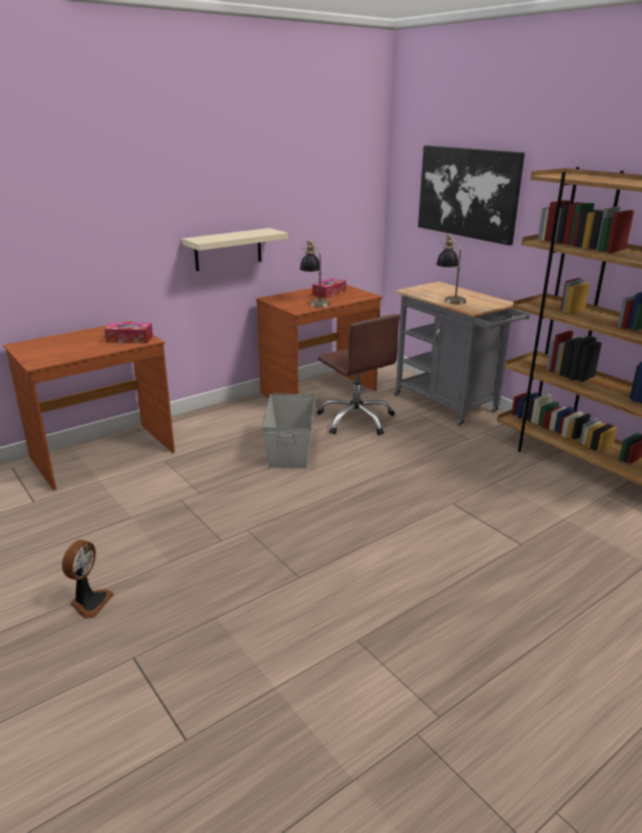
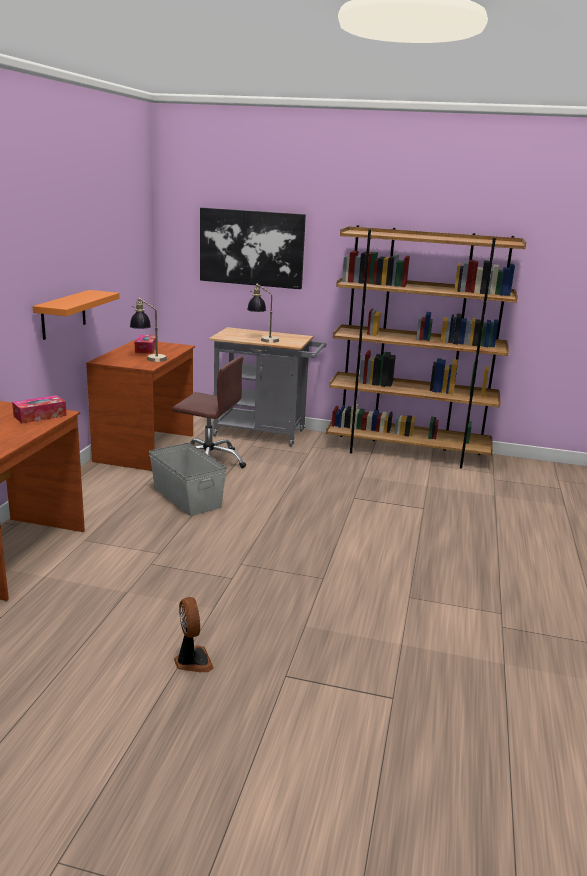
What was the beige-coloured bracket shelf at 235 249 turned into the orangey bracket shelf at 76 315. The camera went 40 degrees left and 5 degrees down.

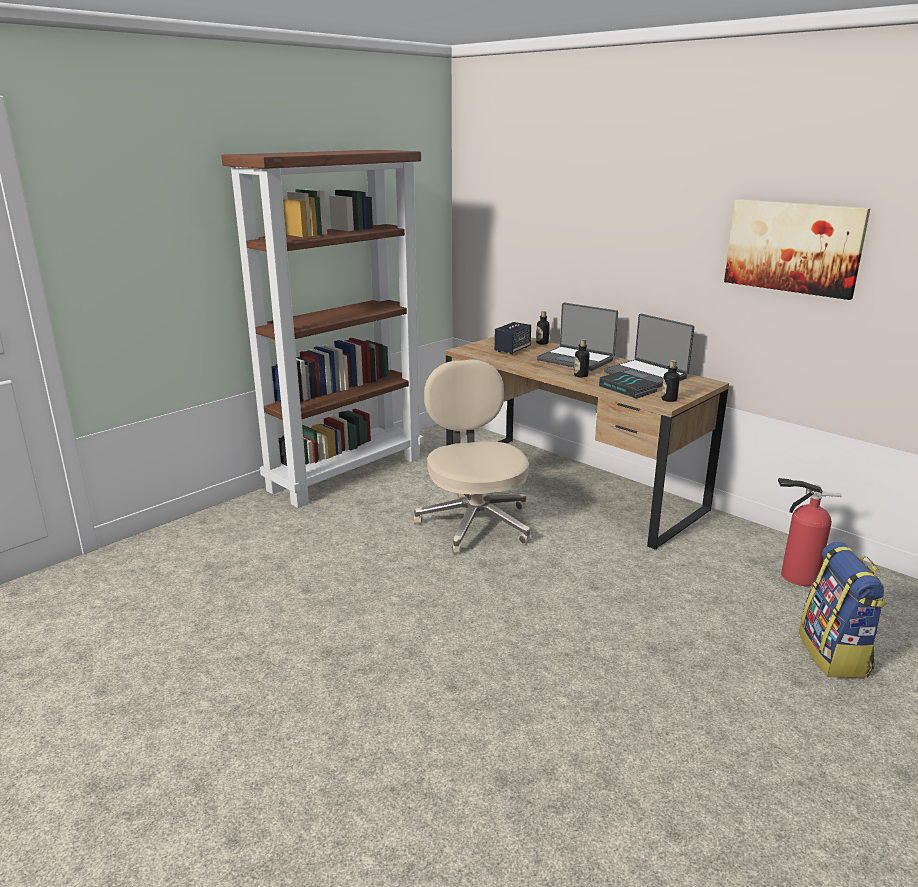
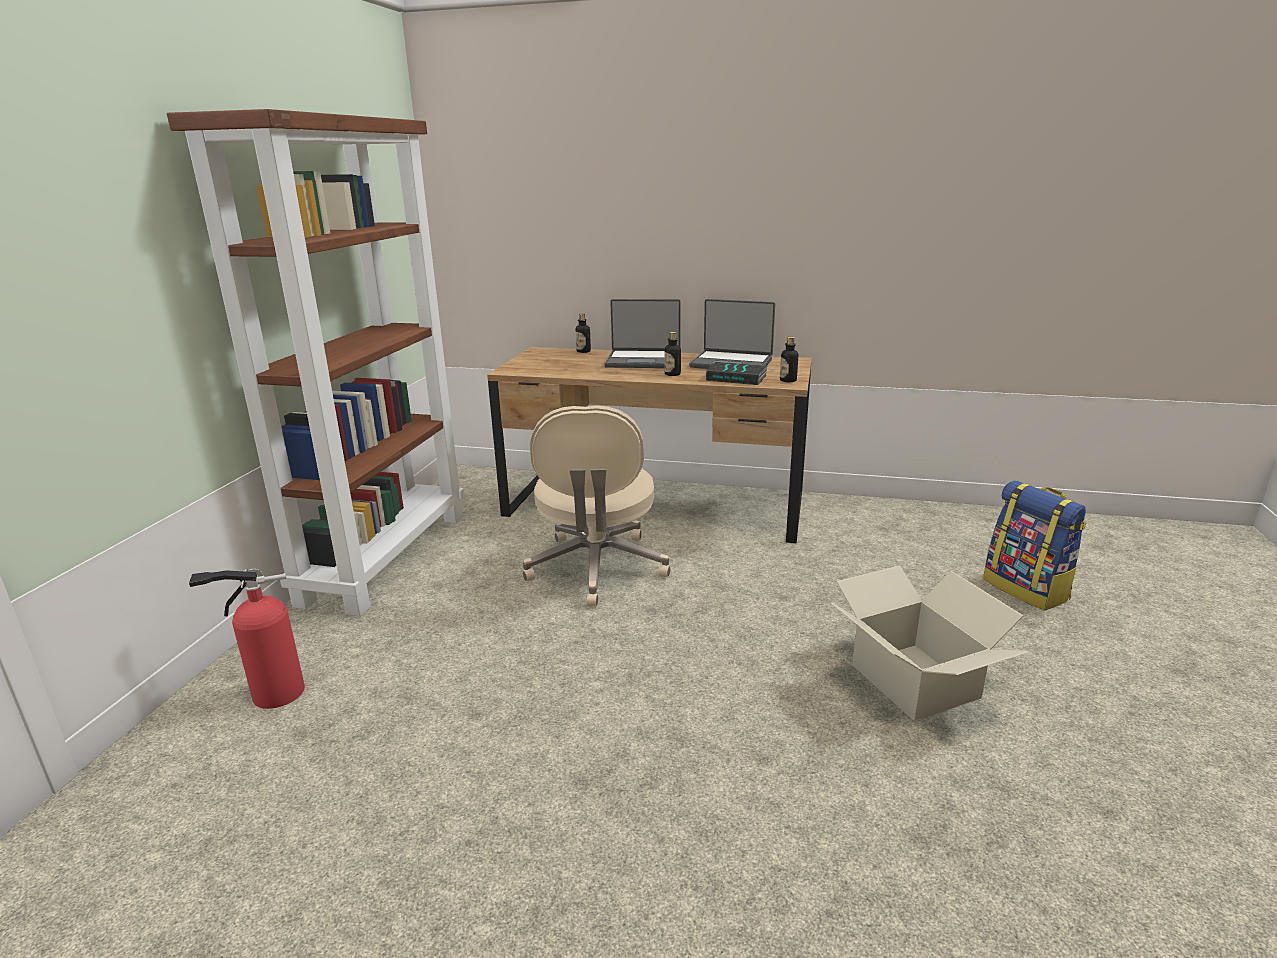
The fire-fighting cylinder ended up elsewhere, having gone from 810 532 to 247 639. The beige-coloured desk chair at 472 456 ended up facing another way, 135 degrees counterclockwise from before. The second view gained the packing box at 929 643. The second view lost the audio speaker at 512 338. The second view lost the picture at 797 249. The camera went 30 degrees left and 0 degrees up.

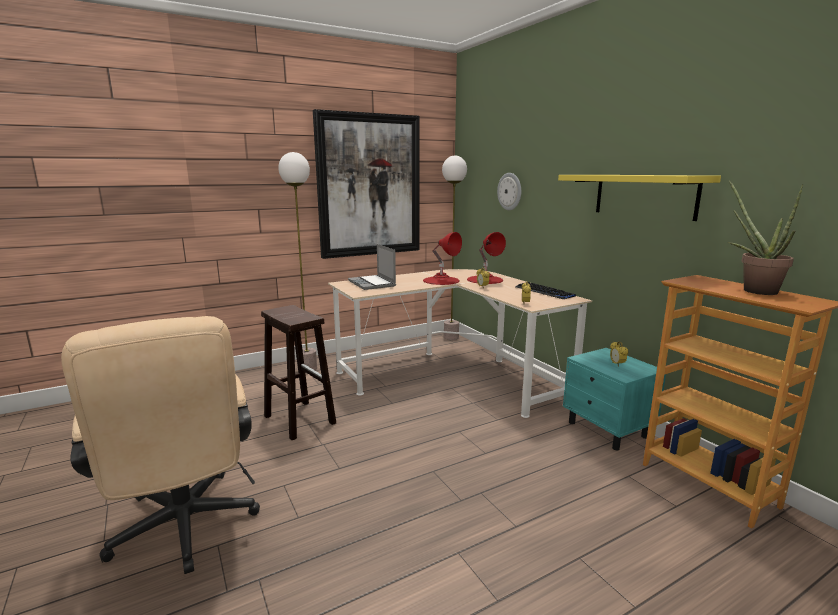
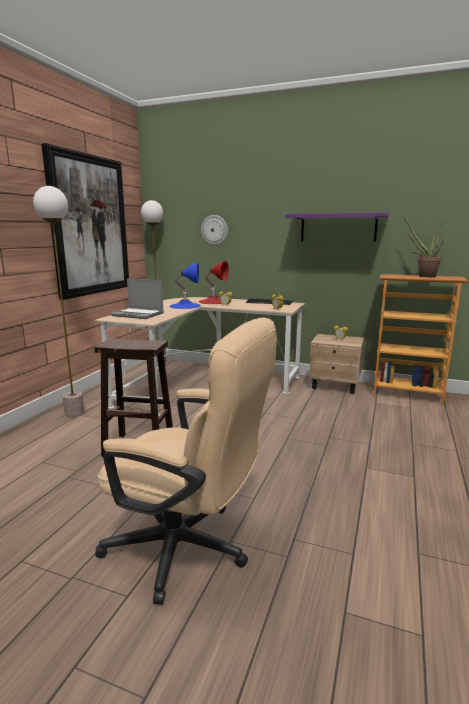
What was the red-coloured lamp for a table at 442 258 turned into the bluish lamp for a table at 185 286. What was the yellow-coloured bracket shelf at 639 198 turned into the purple-coloured bracket shelf at 337 227. What was the turquoise night table at 614 399 turned into the beige-coloured night table at 336 364. The camera went 40 degrees left and 0 degrees up.

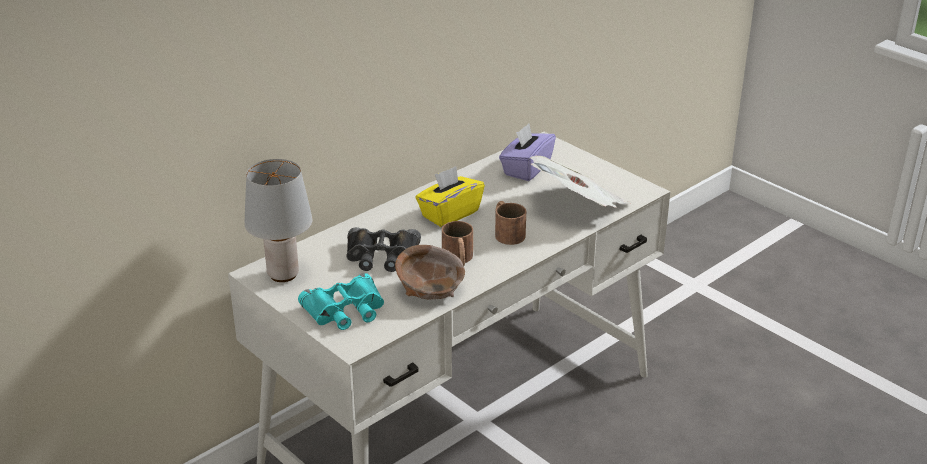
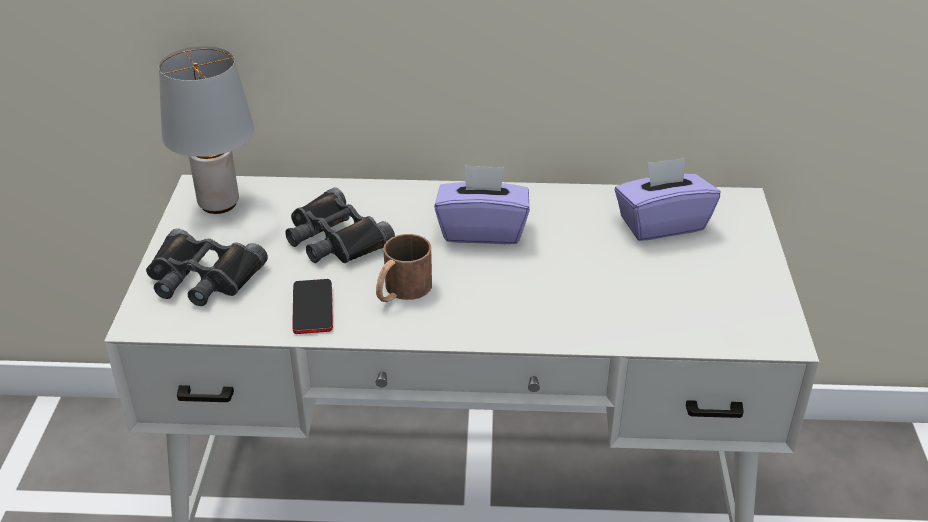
What was the turquoise field glasses at 341 301 turned into the blackish field glasses at 207 267. Where the brown bowl stood at 430 272, the handset came to stand at 312 306. What was the yellow-coloured tissue holder at 450 196 turned into the purple-coloured tissue holder at 481 204. The second view lost the brown coffee mug at 510 223. The second view lost the printed paper at 580 181. The camera went 45 degrees right and 5 degrees up.

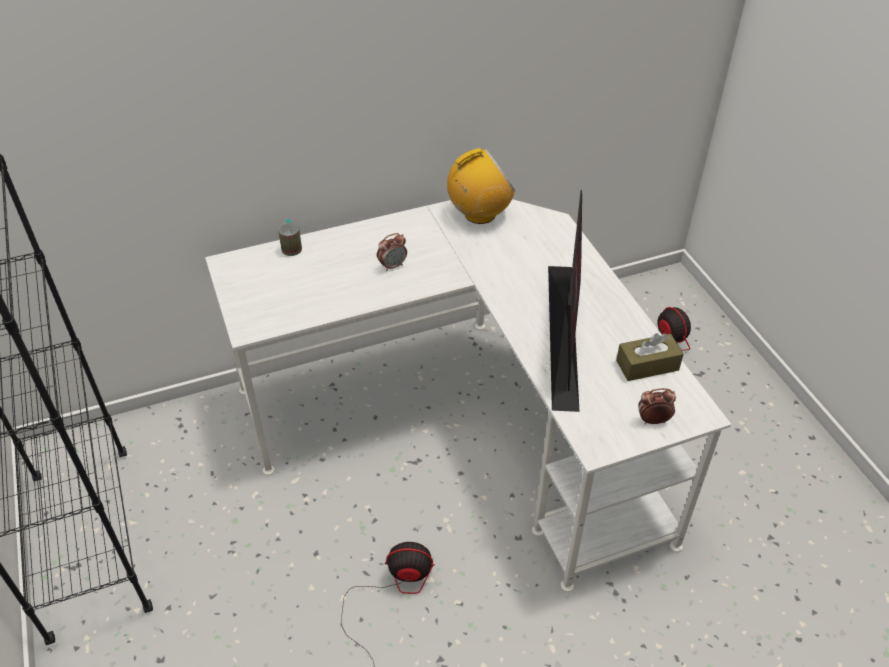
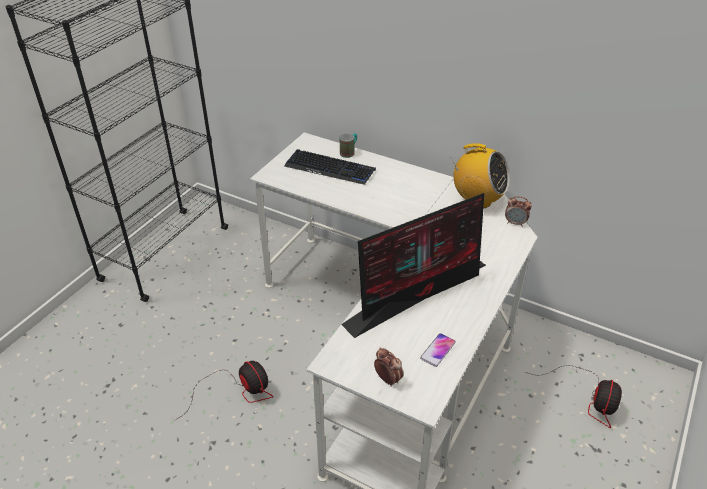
The second view gained the computer keyboard at 330 167. Where the brown tissue holder stood at 649 357, the handset came to stand at 438 350. The bedside clock ended up elsewhere, having gone from 392 252 to 518 211. The camera went 50 degrees right and 5 degrees down.

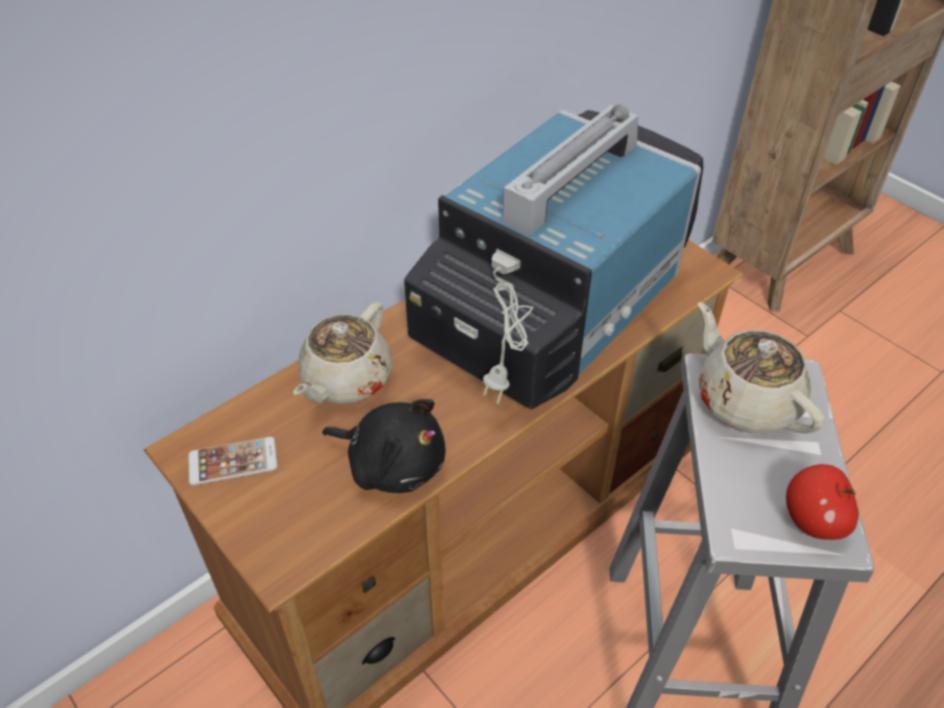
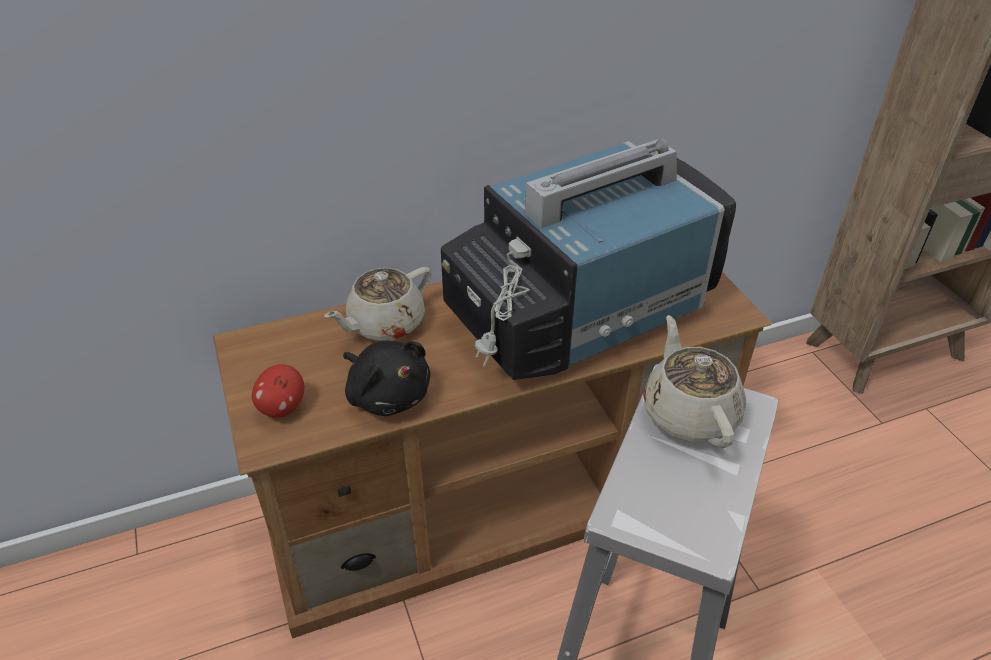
The whole apple ended up elsewhere, having gone from 822 502 to 278 391. The second view lost the handset at 233 461. The camera went 20 degrees right and 5 degrees down.

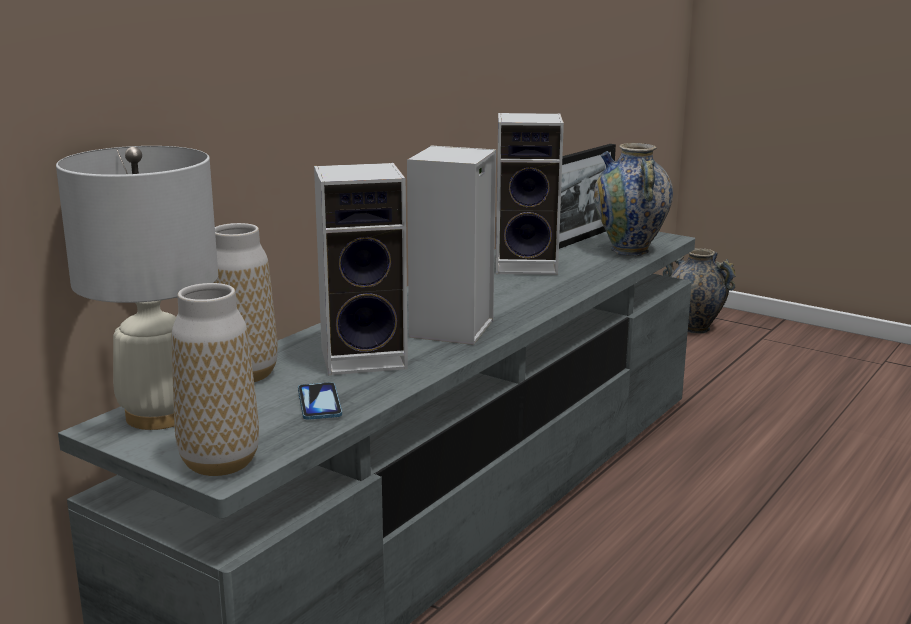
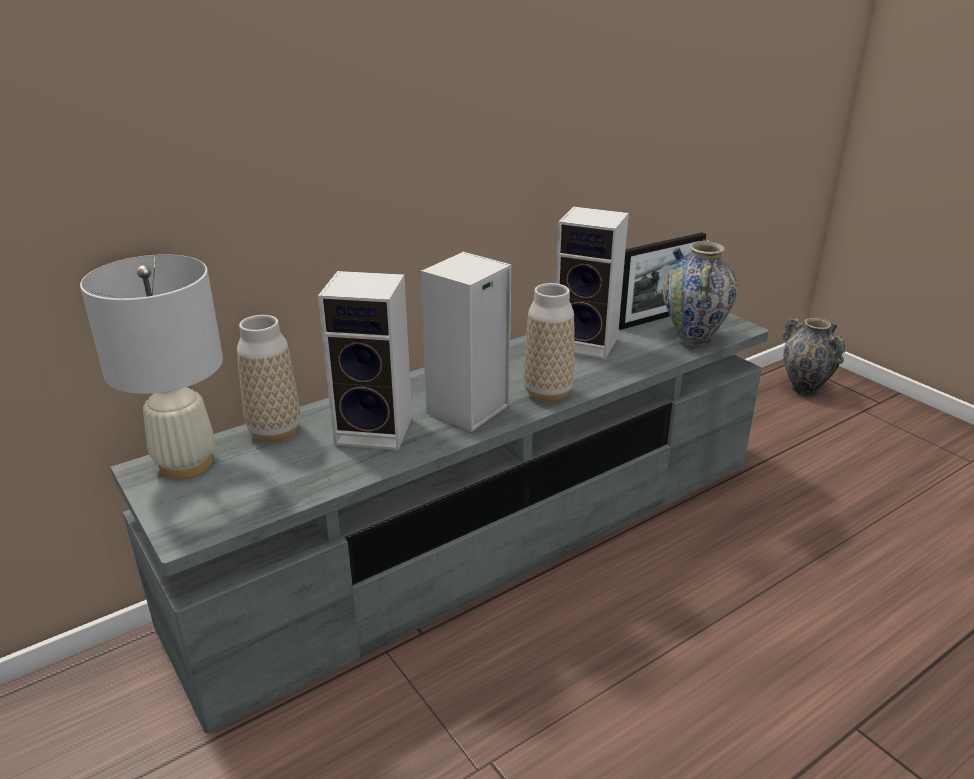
The vase ended up elsewhere, having gone from 215 379 to 549 342. The second view lost the handset at 320 401. The camera went 20 degrees right and 10 degrees up.

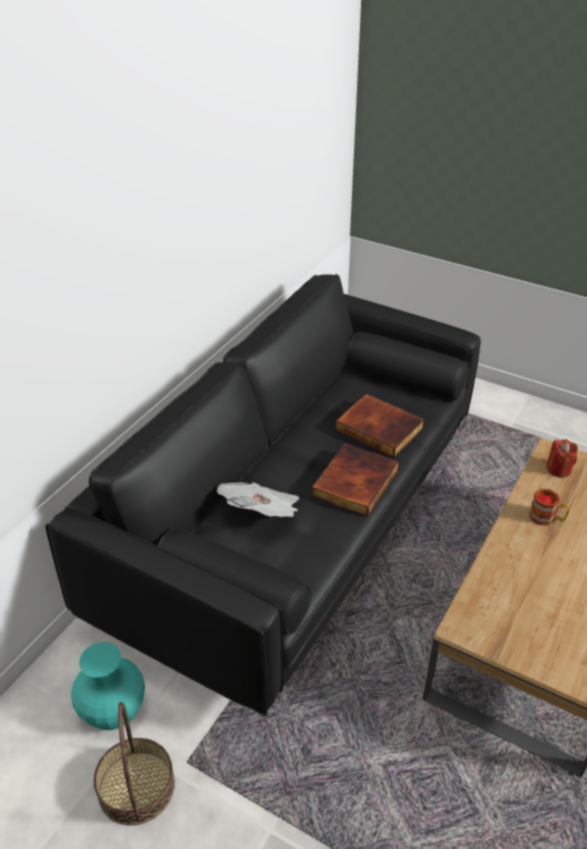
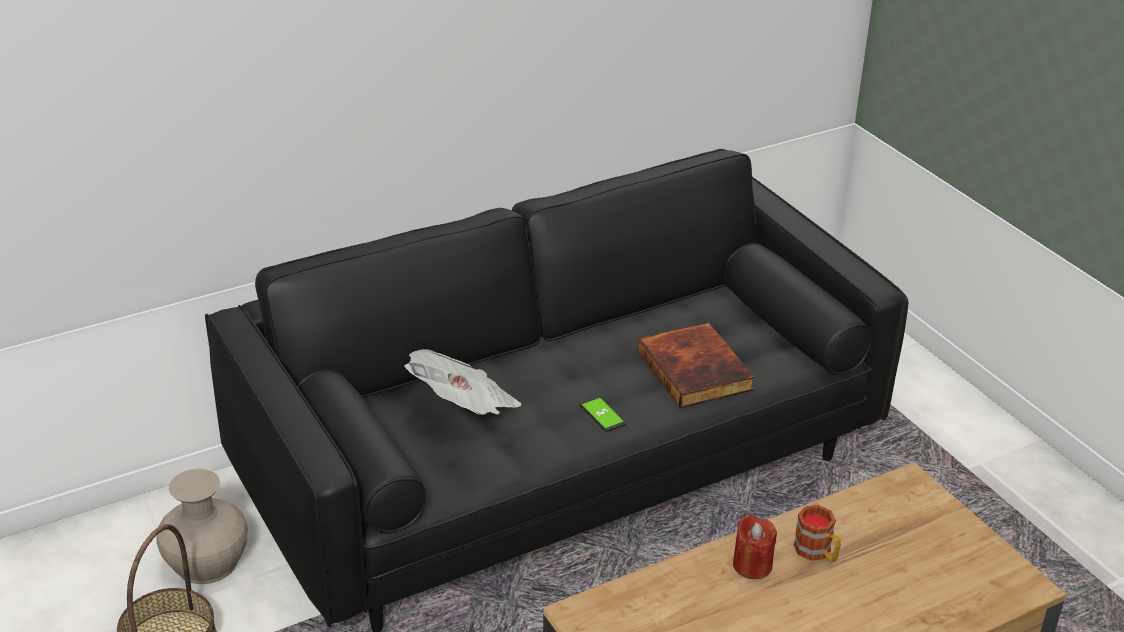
What was the turquoise vase at 108 686 turned into the beige-coloured vase at 202 526. Where the volume stood at 355 480, the handset came to stand at 602 414. The red-coloured candle ended up elsewhere, having gone from 562 458 to 755 546. The camera went 30 degrees right and 5 degrees down.

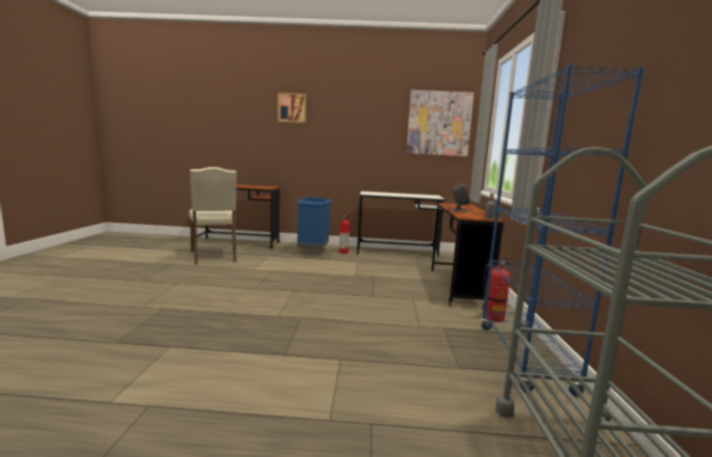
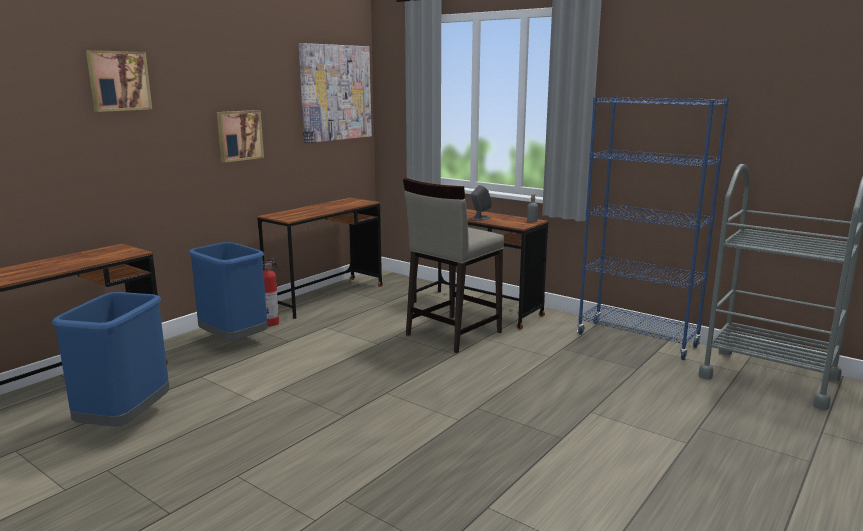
Where the beige-coloured upright chair stood at 213 215, the bluish rubbish bin came to stand at 110 359. The second view gained the picture at 240 136. What was the white-coloured desk at 400 225 turned into the brown desk at 320 258. The second view gained the beige-coloured stool at 453 265. The second view lost the fire-fighting cylinder at 498 289. The camera went 55 degrees left and 5 degrees up.

